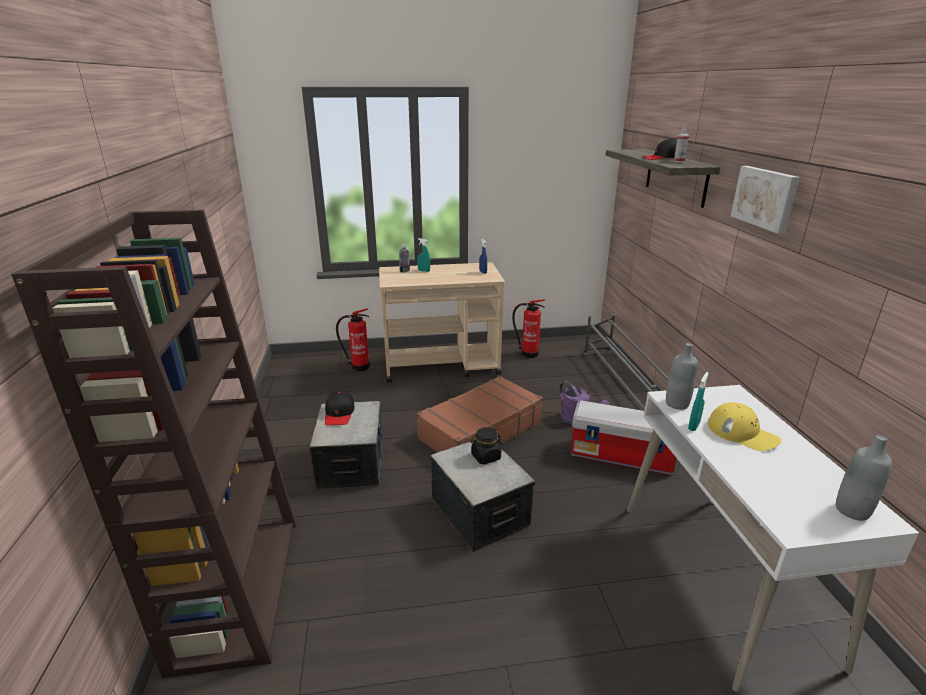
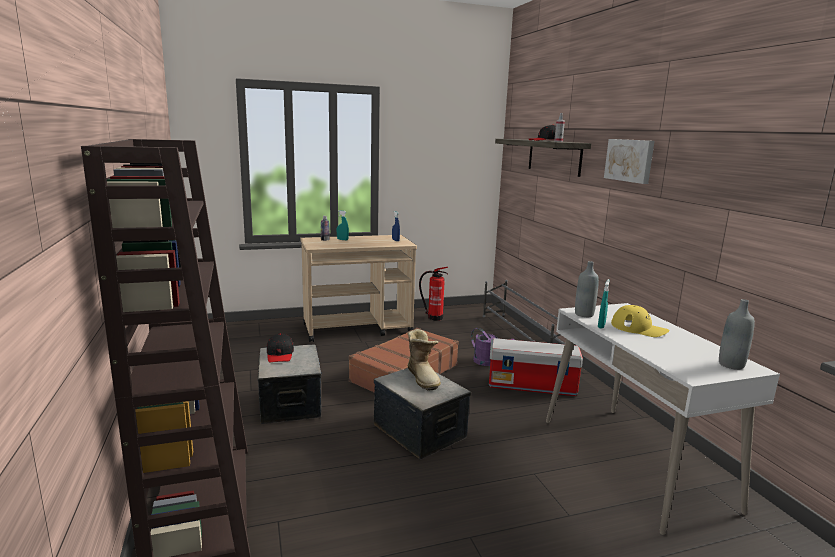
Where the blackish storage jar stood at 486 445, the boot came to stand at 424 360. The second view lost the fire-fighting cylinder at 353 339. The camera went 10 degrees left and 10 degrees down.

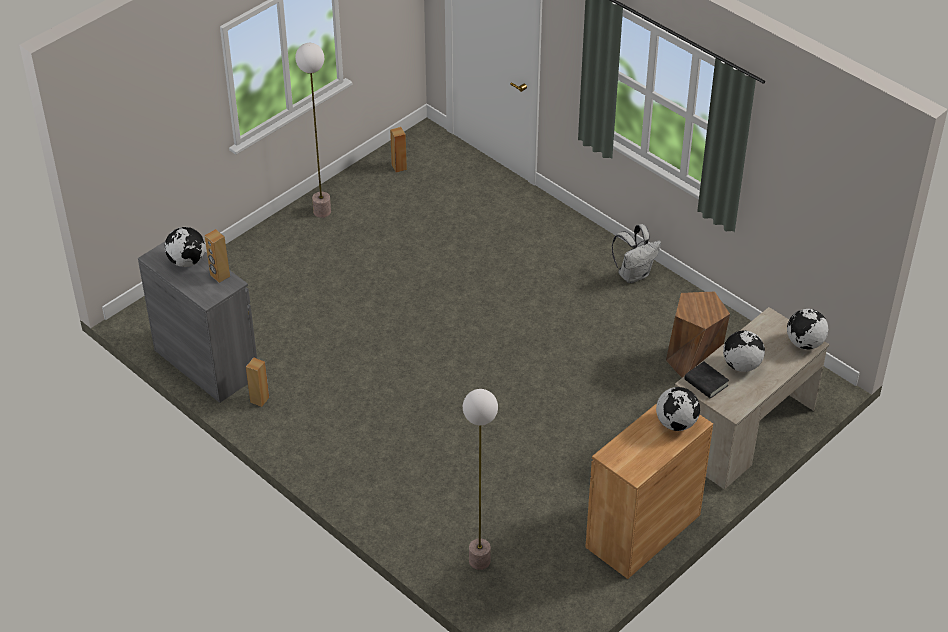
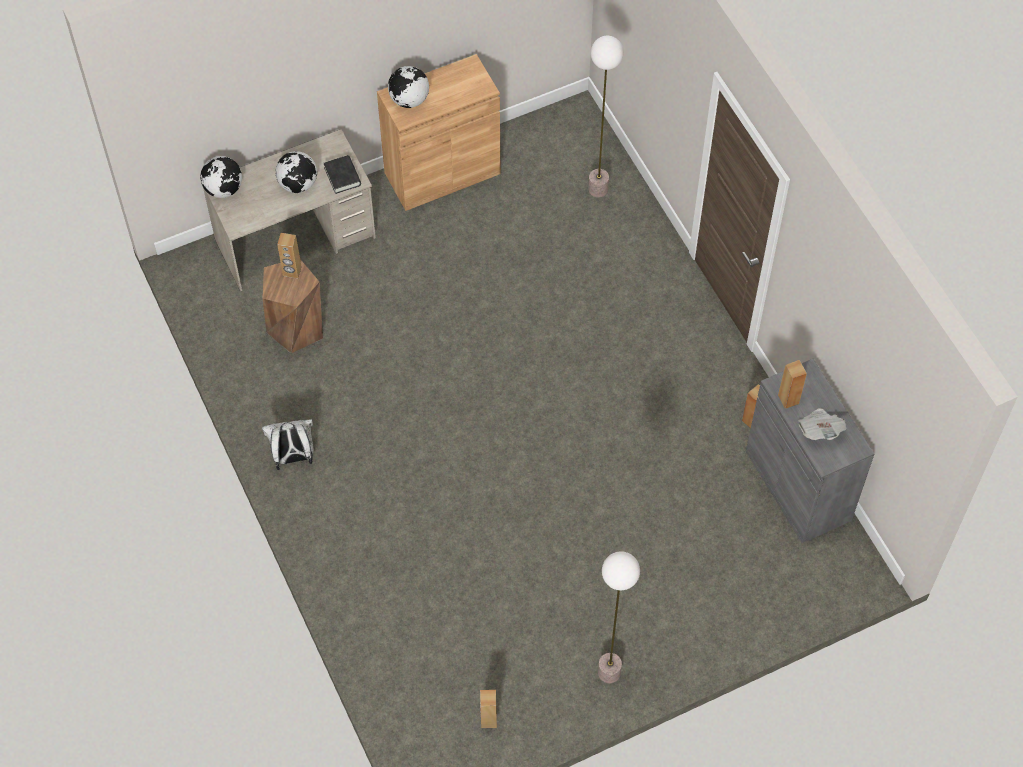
The second view gained the brown audio speaker at 289 255. Where the desk globe stood at 185 247, the printed paper came to stand at 822 424. The camera went 160 degrees left and 15 degrees up.

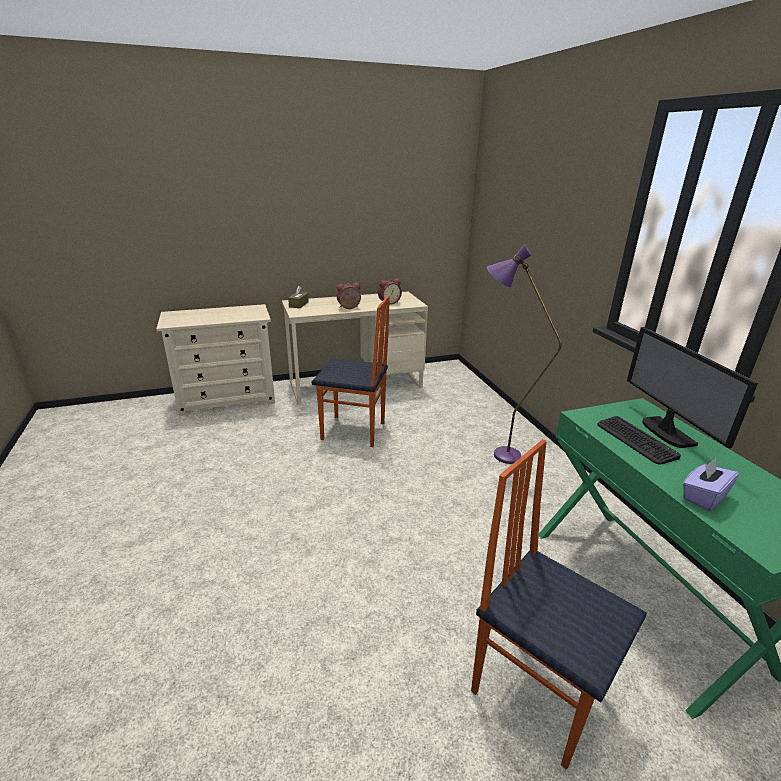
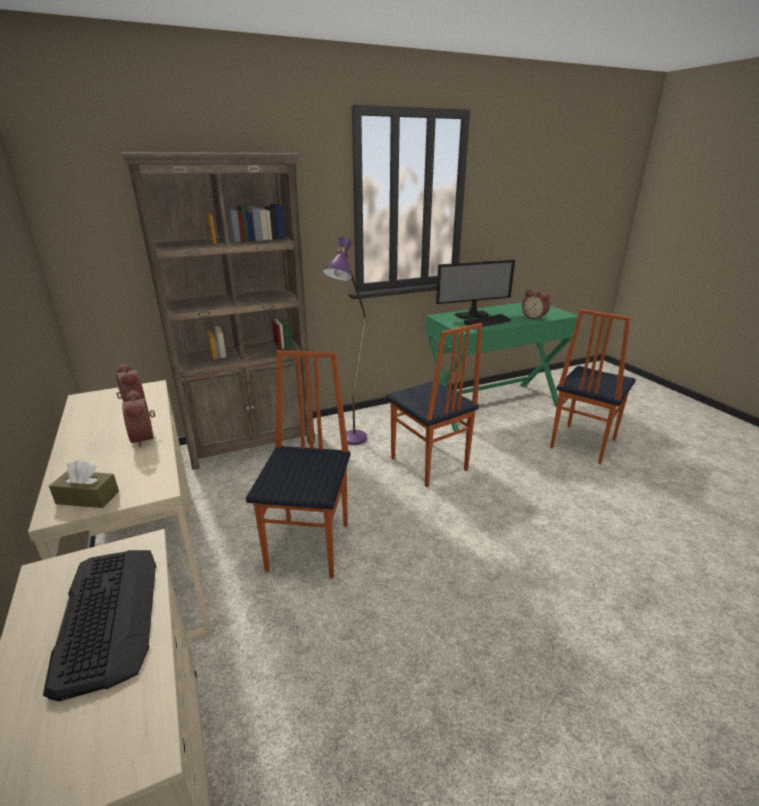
The second view gained the computer keyboard at 99 625. The second view gained the brown shelving unit at 217 311. The second view gained the upright chair at 434 405. Where the purple-coloured tissue holder stood at 711 484, the bedside clock came to stand at 536 305. The camera went 95 degrees left and 0 degrees up.

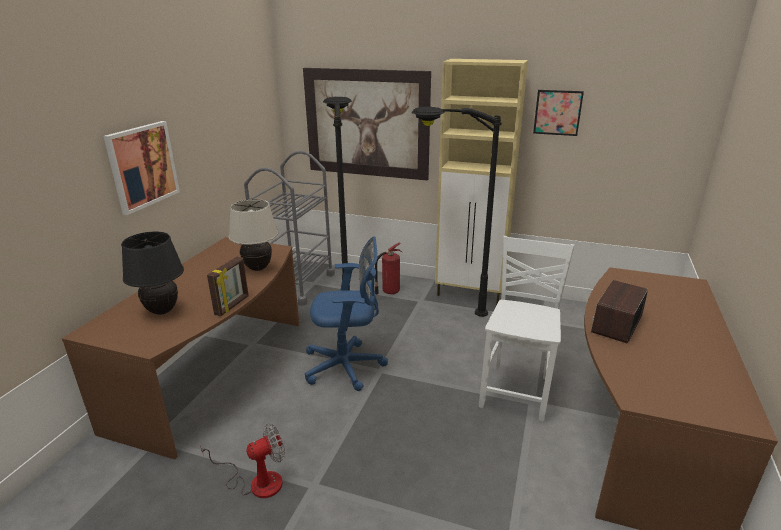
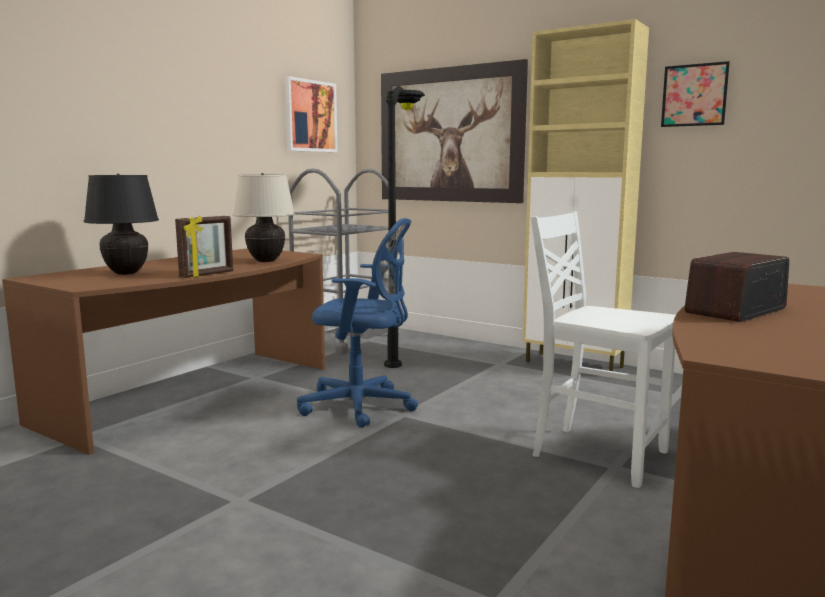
The picture ended up elsewhere, having gone from 141 168 to 311 114. The white-coloured upright chair at 527 329 ended up facing another way, 90 degrees counterclockwise from before. The second view lost the electric fan at 242 461. The second view lost the fire-fighting cylinder at 388 269. The second view lost the blackish standard lamp at 457 212. The camera went 15 degrees right and 15 degrees down.

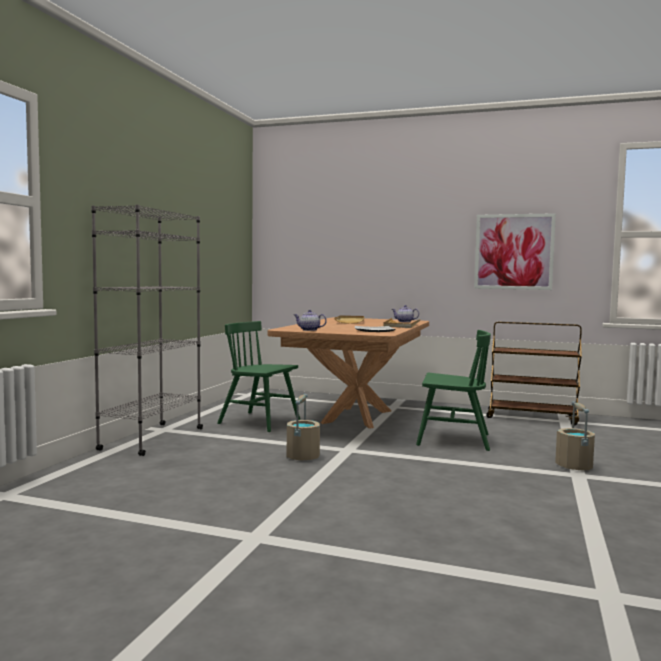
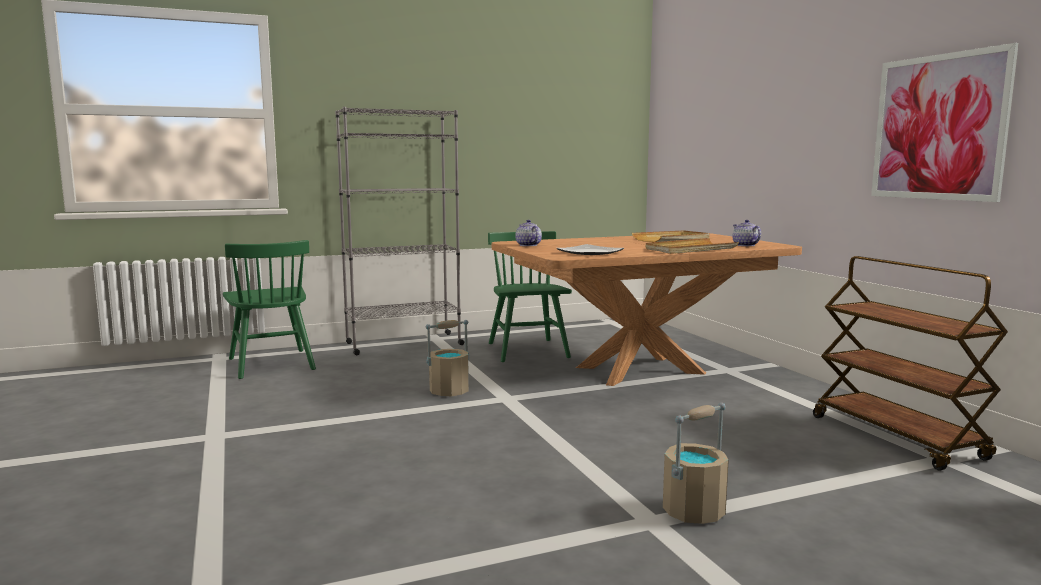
The greenish upright chair ended up elsewhere, having gone from 453 390 to 269 309. The camera went 50 degrees right and 5 degrees up.

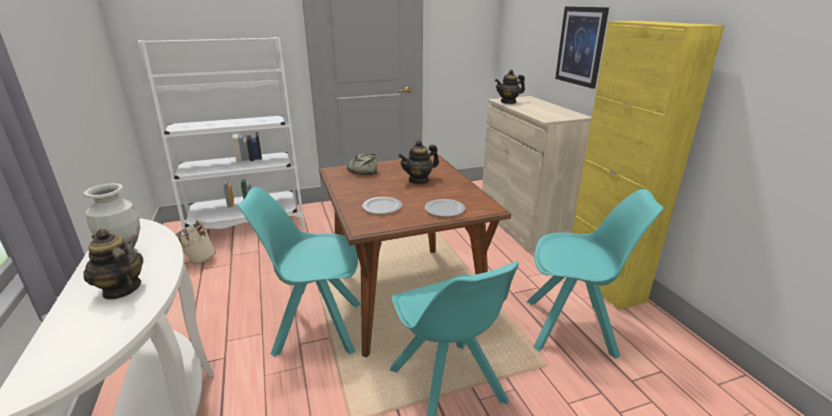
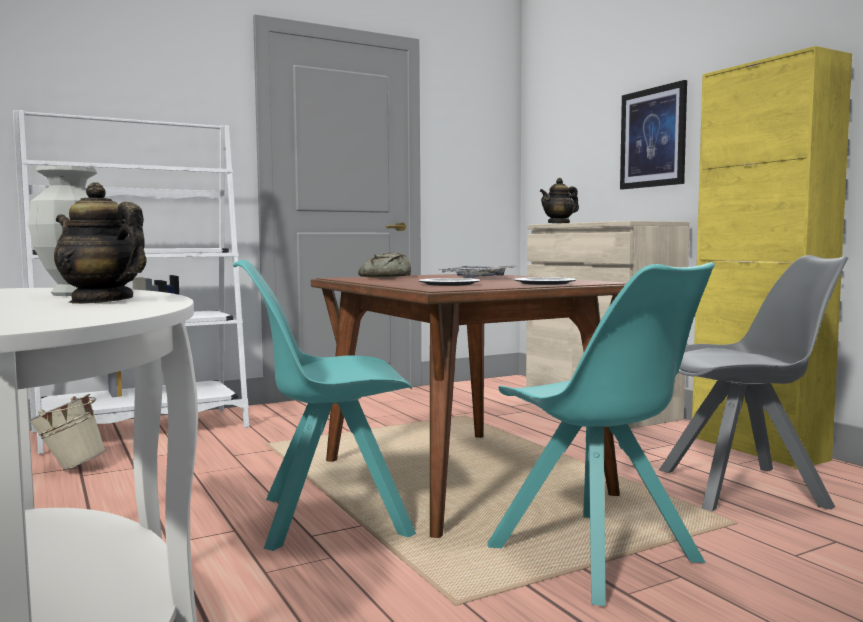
Where the pot for tea stood at 418 162, the serving tray came to stand at 480 271. What was the turquoise upright chair at 595 274 turned into the gray upright chair at 753 383. The camera went 10 degrees left and 20 degrees down.

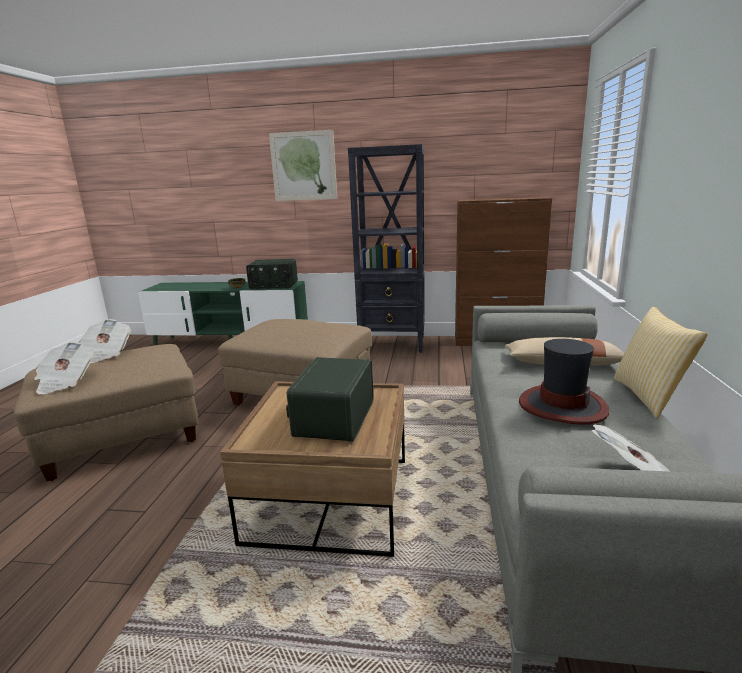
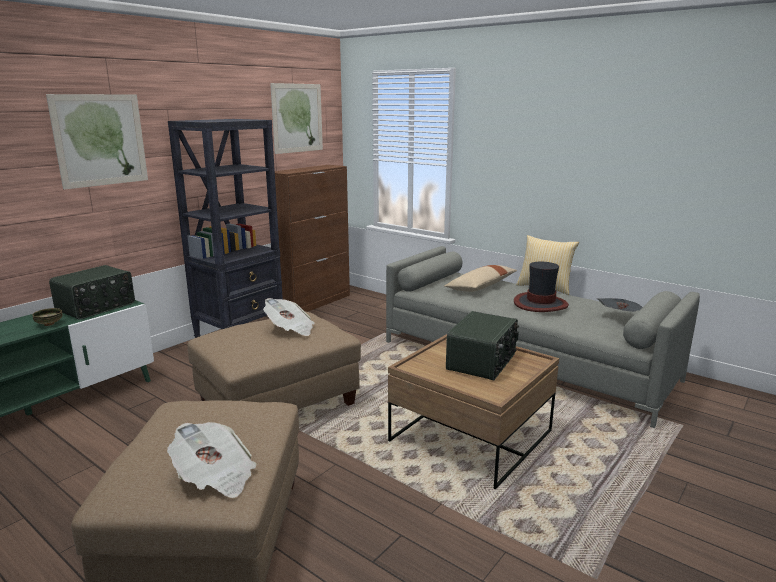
The printed paper ended up elsewhere, having gone from 105 341 to 289 317. The second view gained the picture at 296 118. The radio set at 329 399 ended up facing another way, 105 degrees counterclockwise from before. The camera went 60 degrees left and 0 degrees up.

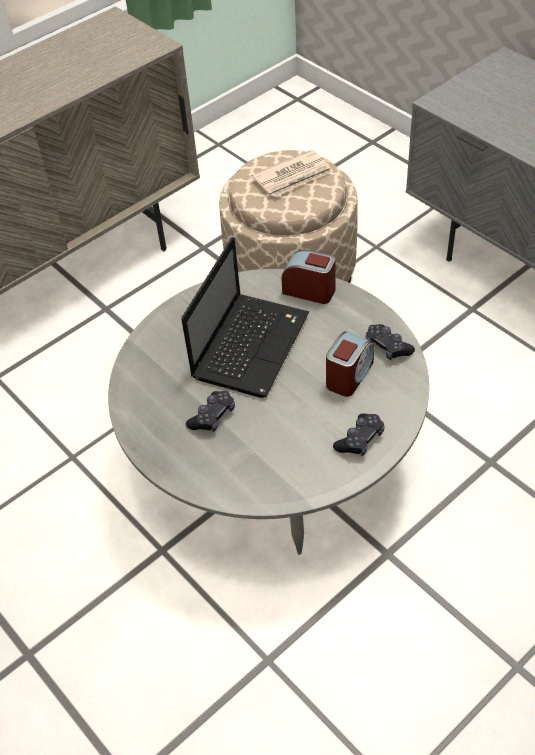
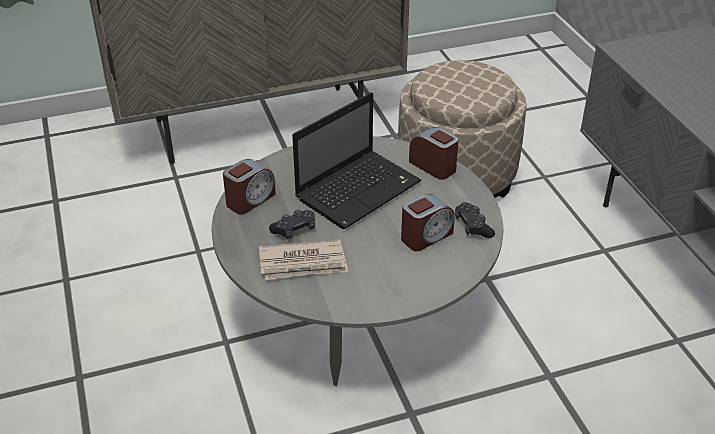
The second view gained the bedside clock at 249 187. The printed paper ended up elsewhere, having gone from 292 173 to 303 259. The second view lost the blackish game controller at 358 434. The camera went 20 degrees right and 10 degrees down.

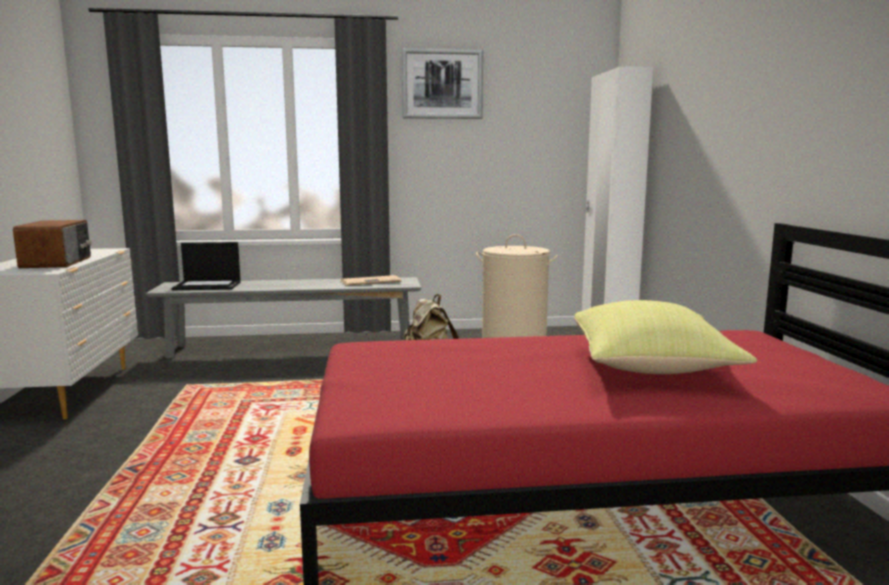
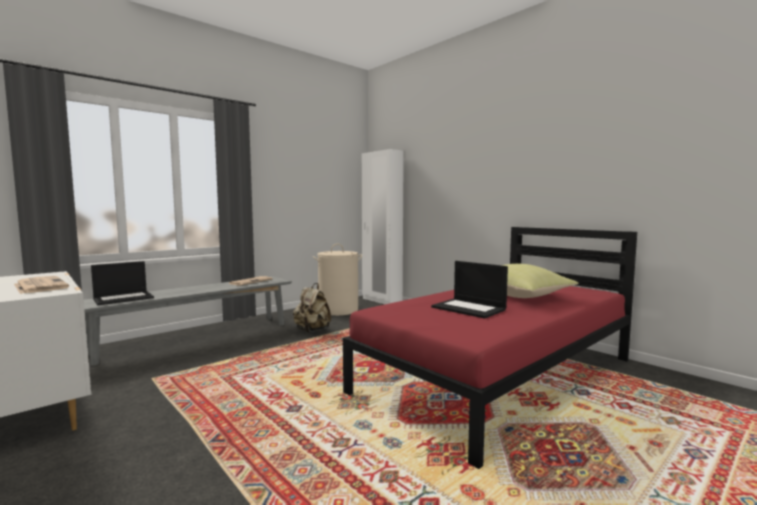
Where the radio set stood at 52 244, the printed paper came to stand at 41 285. The second view gained the portable computer at 469 290. The second view lost the picture at 442 83. The camera went 35 degrees left and 5 degrees down.

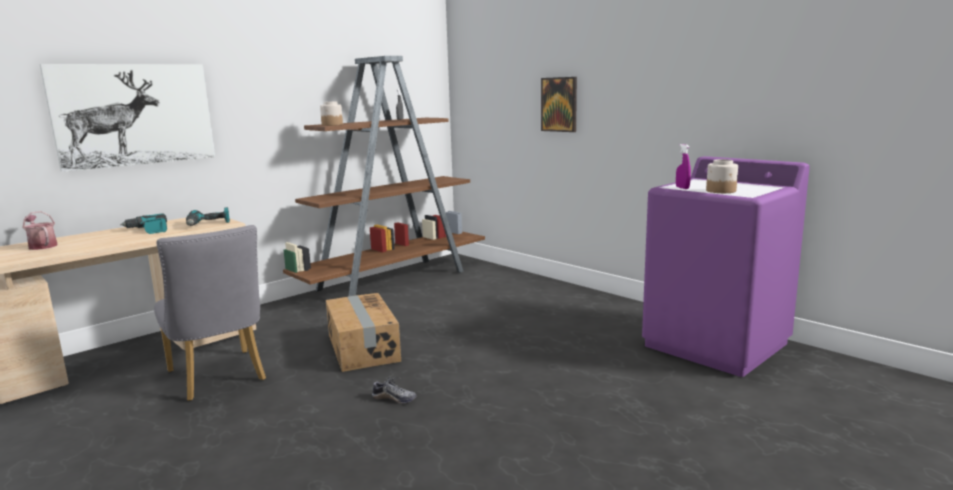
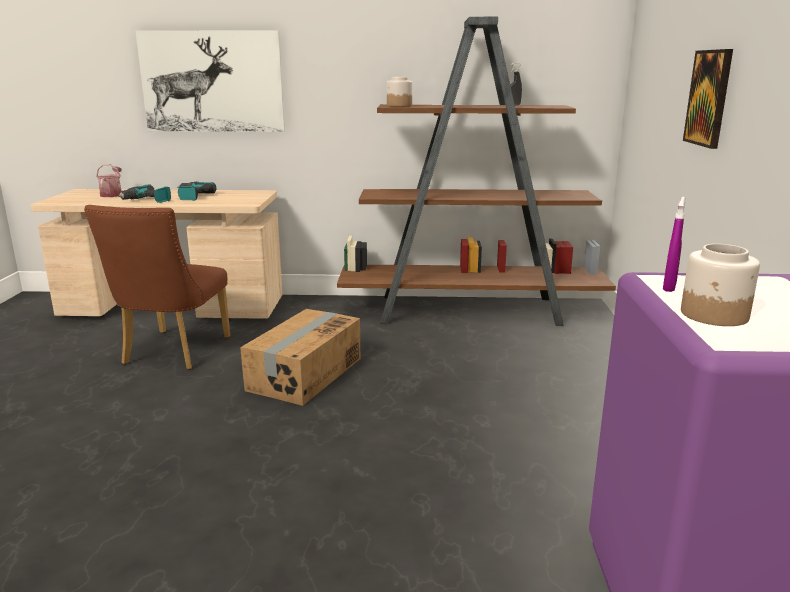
What was the gray upright chair at 210 313 turned into the brown upright chair at 157 287. The drill ended up elsewhere, having gone from 208 216 to 144 193. The second view lost the shoe at 394 389. The camera went 45 degrees right and 5 degrees up.

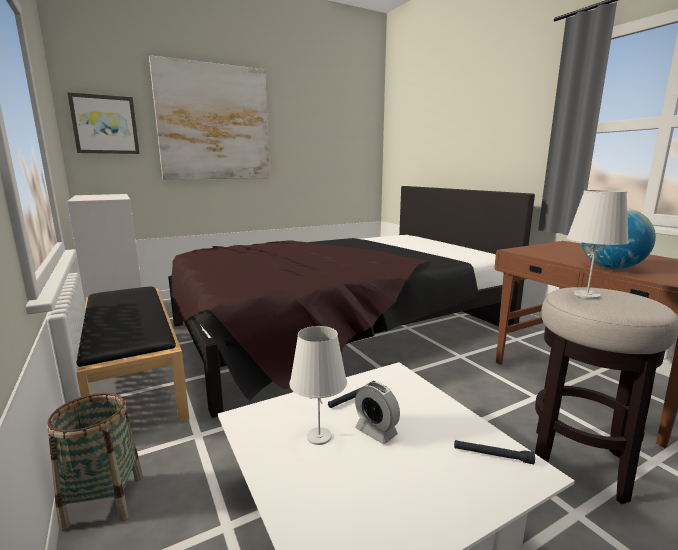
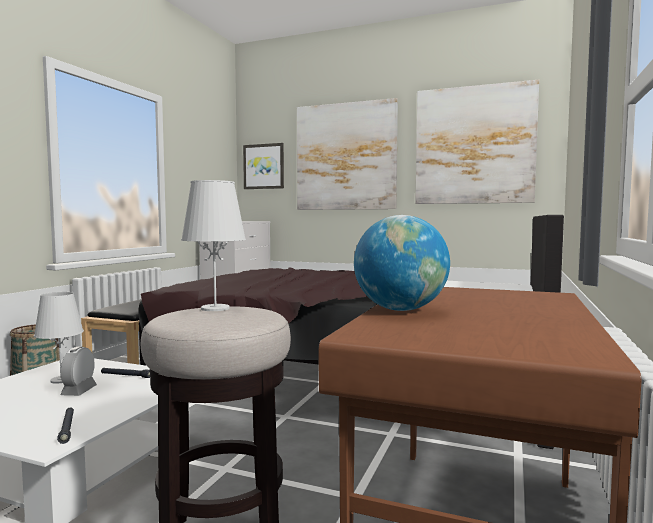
The second view gained the picture at 477 142. The camera went 50 degrees right and 10 degrees down.

